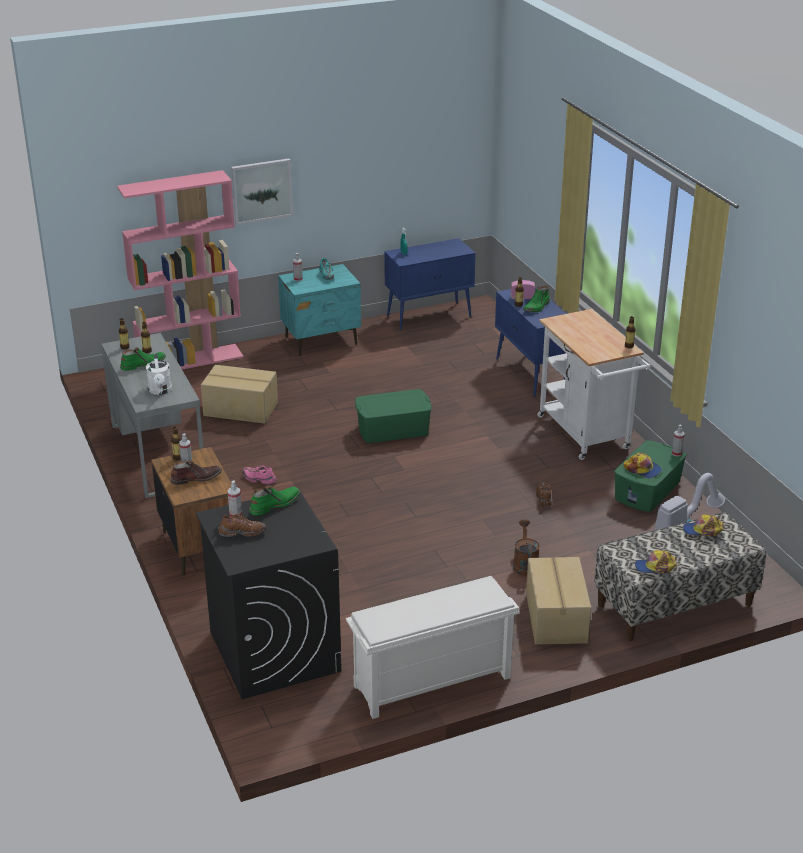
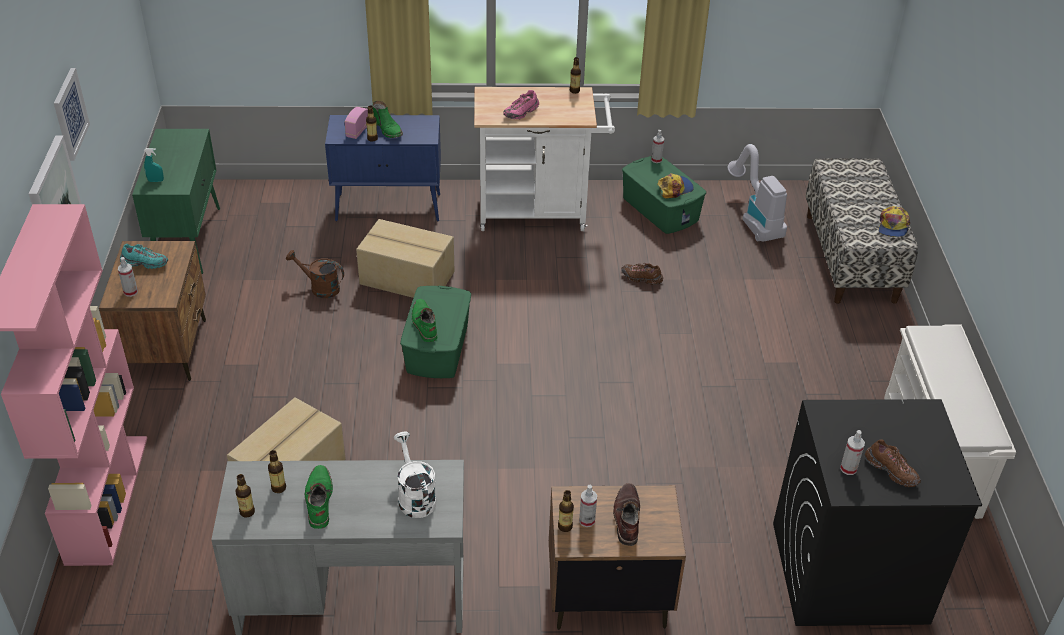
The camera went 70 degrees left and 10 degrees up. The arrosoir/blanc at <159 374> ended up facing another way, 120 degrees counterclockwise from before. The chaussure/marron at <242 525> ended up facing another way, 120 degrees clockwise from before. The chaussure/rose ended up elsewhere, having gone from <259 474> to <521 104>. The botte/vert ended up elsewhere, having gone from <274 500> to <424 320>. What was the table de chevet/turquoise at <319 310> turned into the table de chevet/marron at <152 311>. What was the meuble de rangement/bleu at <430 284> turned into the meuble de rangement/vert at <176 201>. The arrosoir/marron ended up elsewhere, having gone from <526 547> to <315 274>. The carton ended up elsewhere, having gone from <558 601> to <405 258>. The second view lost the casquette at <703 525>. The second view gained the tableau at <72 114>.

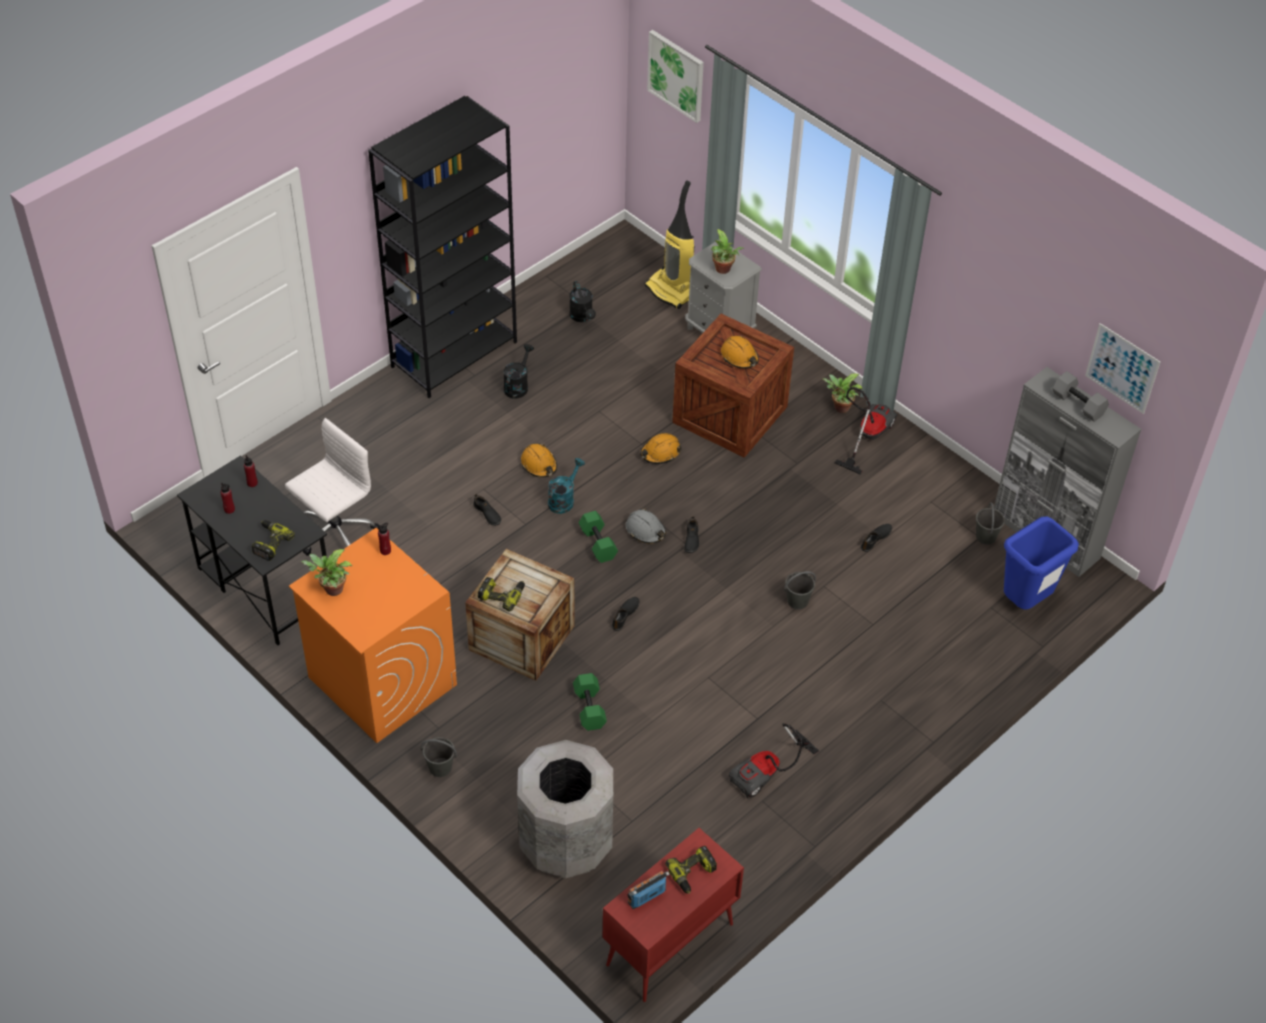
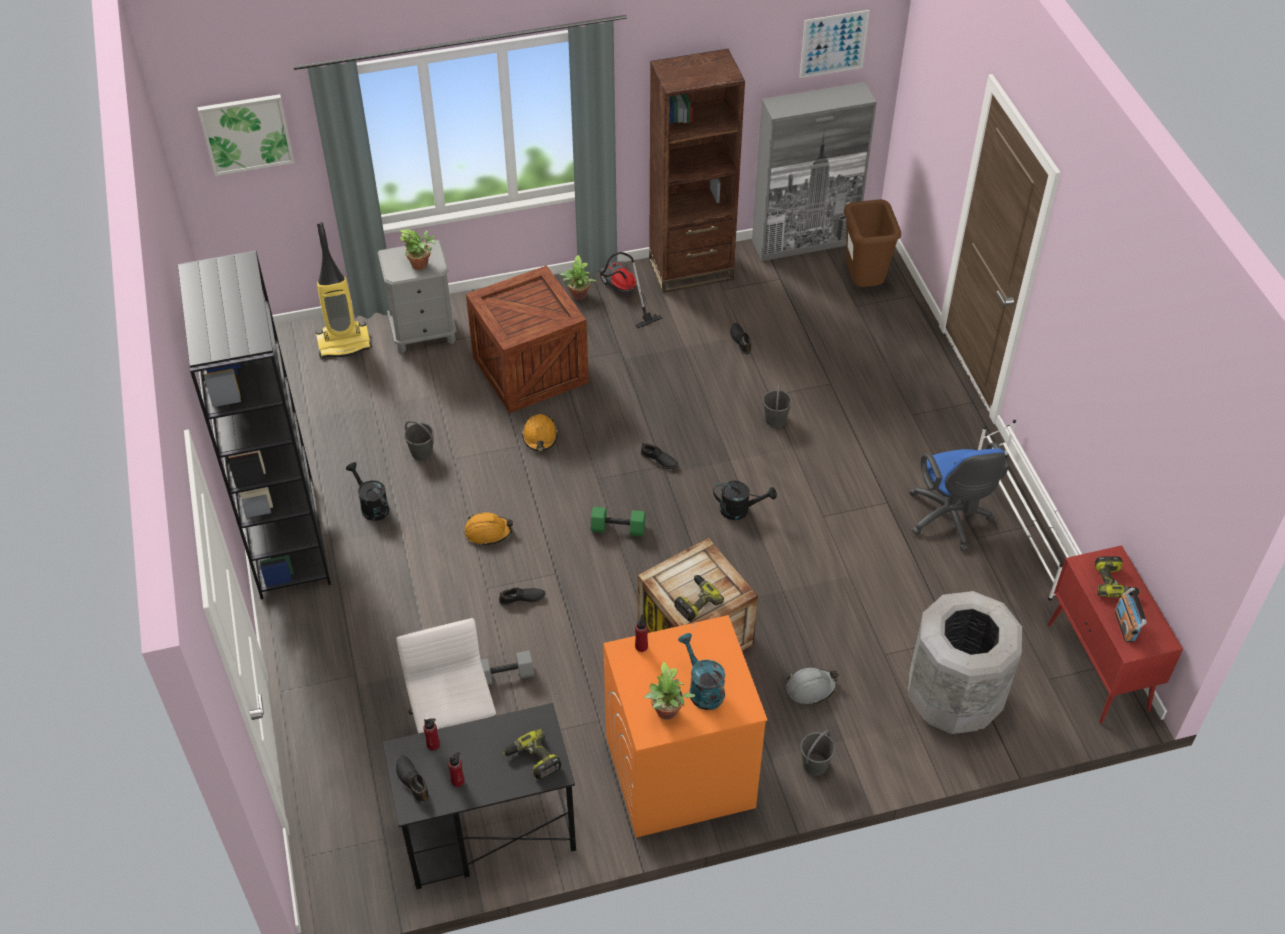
The camera went 60 degrees left and 0 degrees up. The arrosoir/turquoise ended up elsewhere, having gone from <566 486> to <701 671>. The arrosoir/noir ended up elsewhere, having gone from <582 301> to <745 500>. The second view lost the haltère/vert at <590 702>. The chaussure/noir ended up elsewhere, having gone from <625 614> to <412 779>. The casque de chantier/gris ended up elsewhere, having gone from <646 526> to <812 686>. The second view lost the casque de chantier/orange at <740 352>. Where the aspirateur stood at <774 760>, the chaise de bureau/bleu came to stand at <959 496>. The seau/gris ended up elsewhere, having gone from <990 523> to <419 440>. What was the poubelle/bleu at <1041 563> turned into the poubelle/marron at <872 243>. The haltère/gris ended up elsewhere, having gone from <1080 396> to <507 668>. The second view gained the bibliothèque/marron at <697 171>. The second view gained the étagère à chaussures/blanc at <1030 510>.

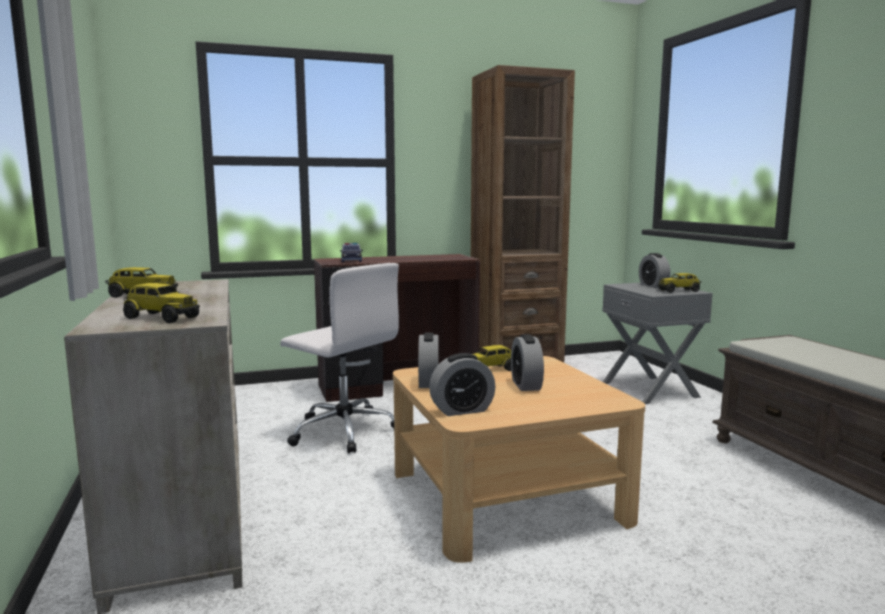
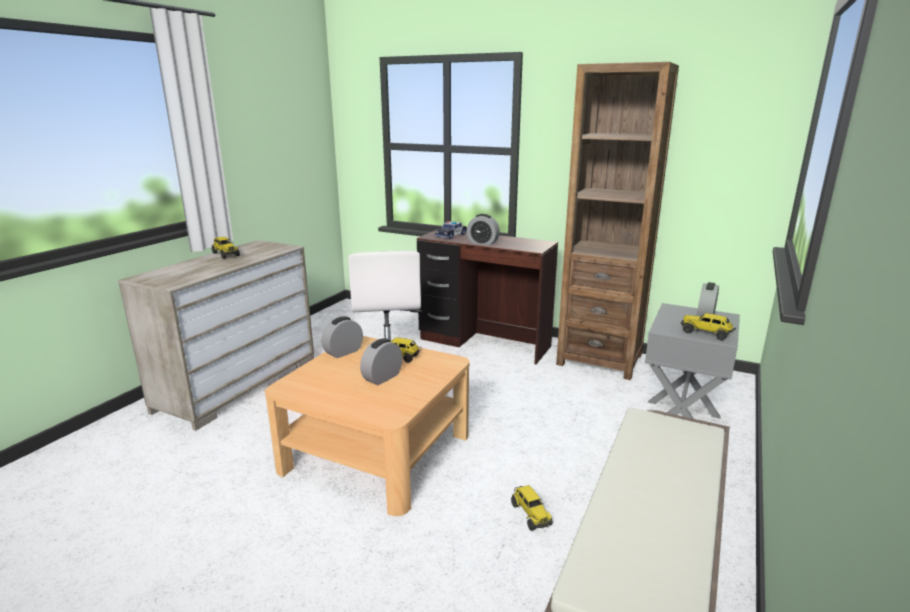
The camera went 45 degrees right and 10 degrees up. The camion jouet ended up elsewhere, having gone from <161 303> to <531 508>. The réveil ended up elsewhere, having gone from <462 384> to <483 229>.

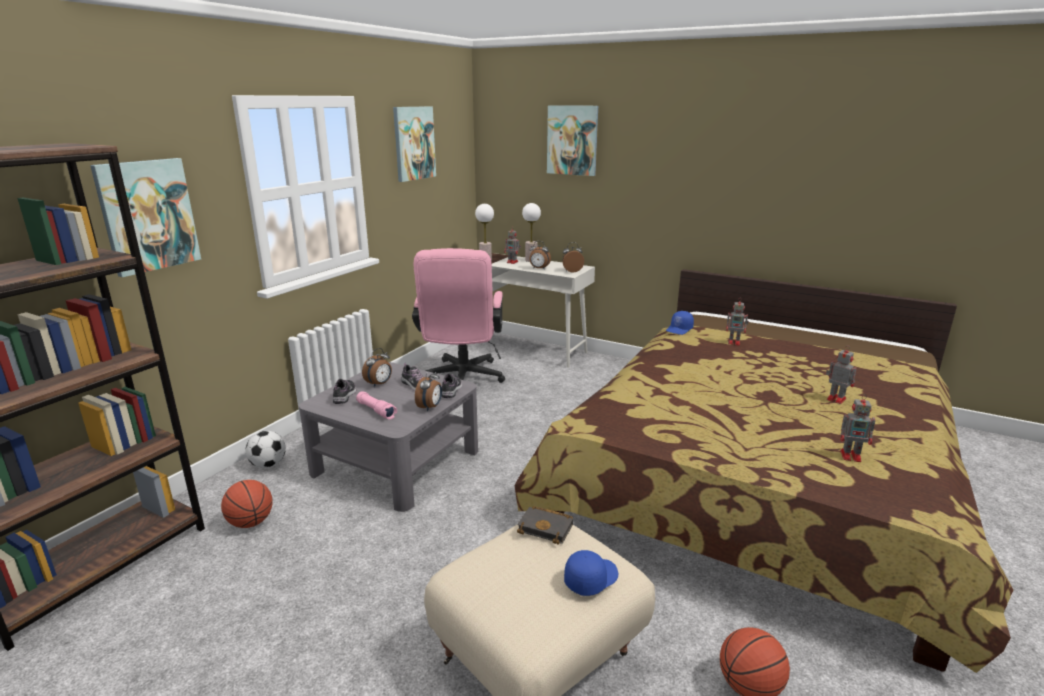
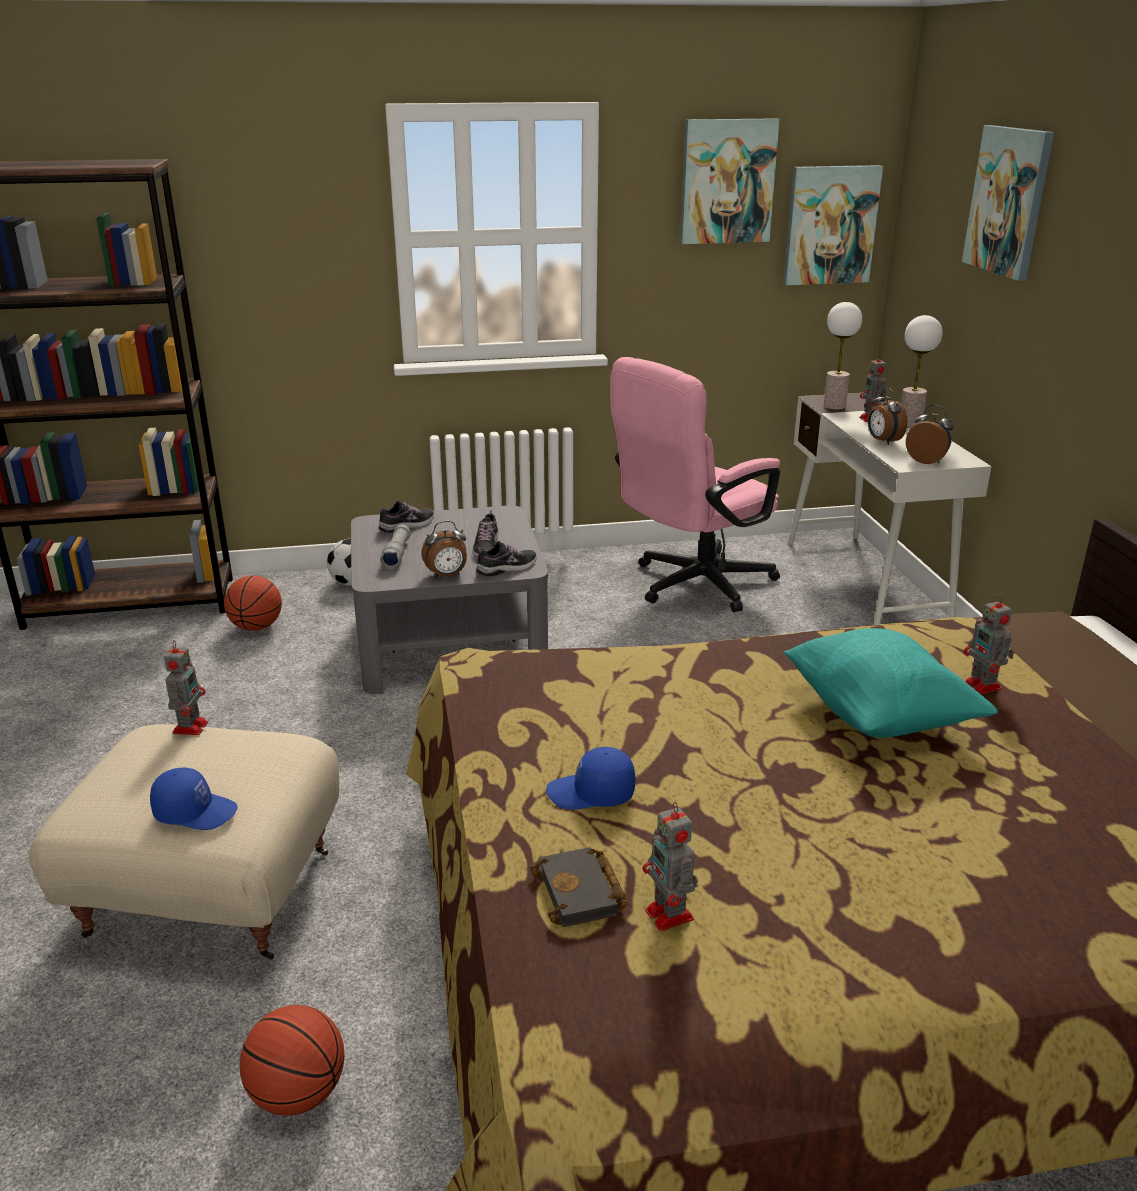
The camera went 50 degrees right and 5 degrees up. The tableau ended up elsewhere, having gone from <145 217> to <833 225>. What was the lampe de poche/rose at <376 405> turned into the lampe de poche/gris at <395 546>. The second view lost the réveil at <377 367>. The livre/noir ended up elsewhere, having gone from <545 525> to <579 887>. The casquette/bleu ended up elsewhere, having gone from <680 323> to <590 778>. The robot jouet ended up elsewhere, having gone from <841 374> to <186 687>. The second view gained the coussin/turquoise at <891 683>.

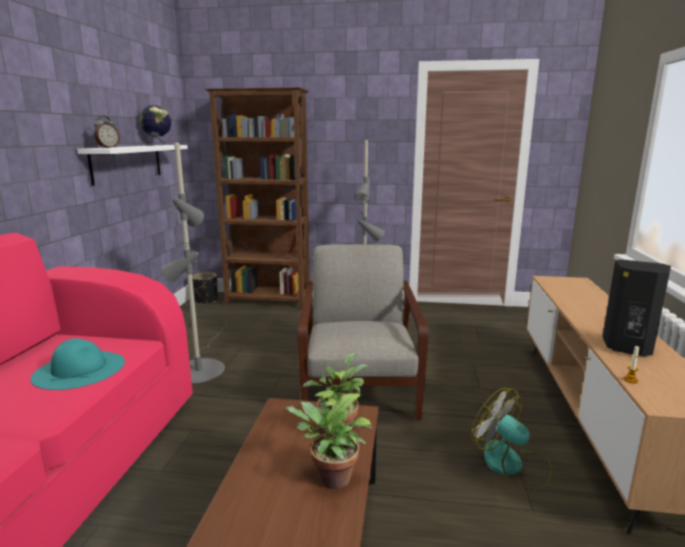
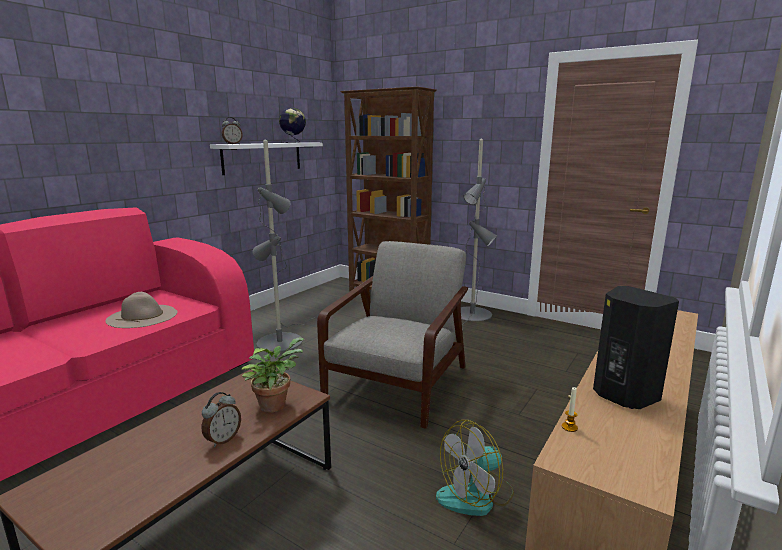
The camera went 25 degrees right and 0 degrees up. What was the chapeau/turquoise at <77 364> turned into the chapeau/beige at <141 310>. The second view lost the cache-pot/noir at <205 288>. Where the plante en pot stood at <328 441>, the réveil came to stand at <221 419>. The ventilateur at <512 438> ended up facing another way, 105 degrees counterclockwise from before.

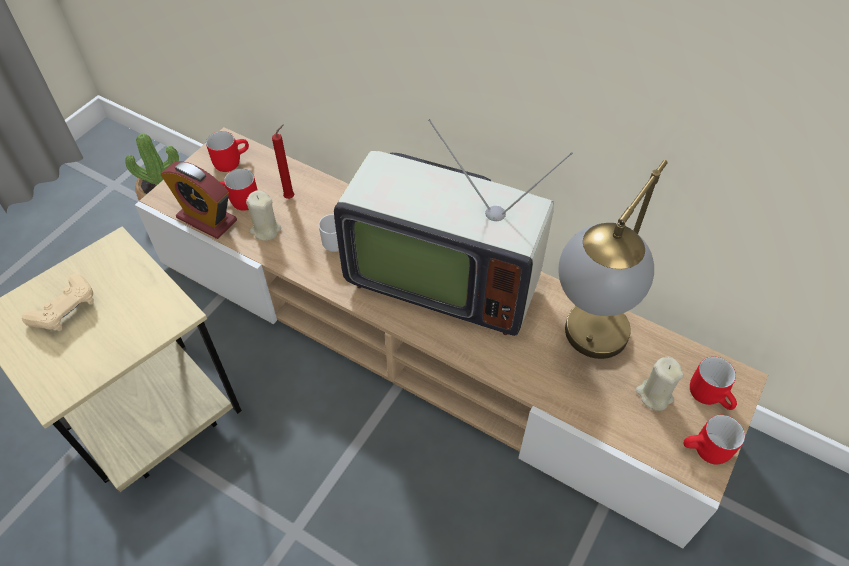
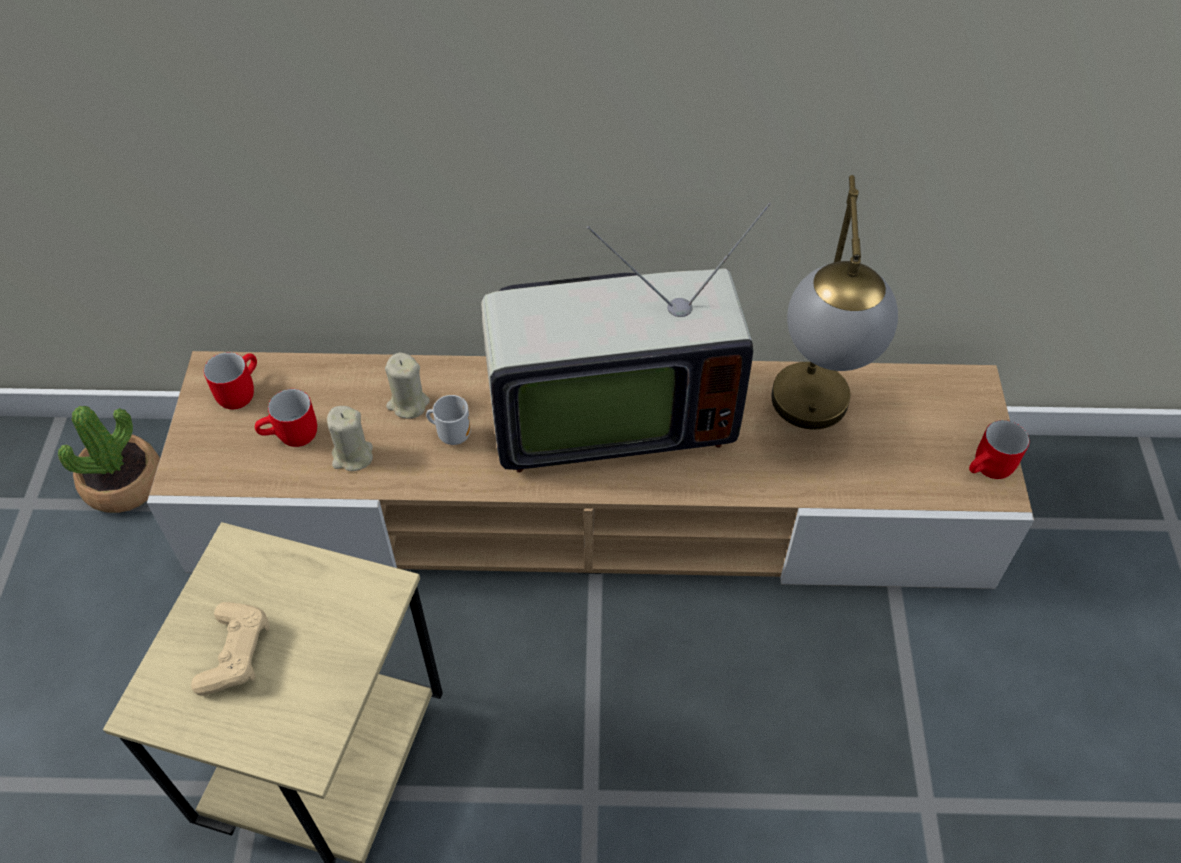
The camera went 30 degrees left and 0 degrees up. The second view lost the réveil at <198 200>. The second view lost the bougie/rouge at <283 162>. The bougie/beige ended up elsewhere, having gone from <660 384> to <407 385>. The second view lost the mug/rouge at <713 383>.

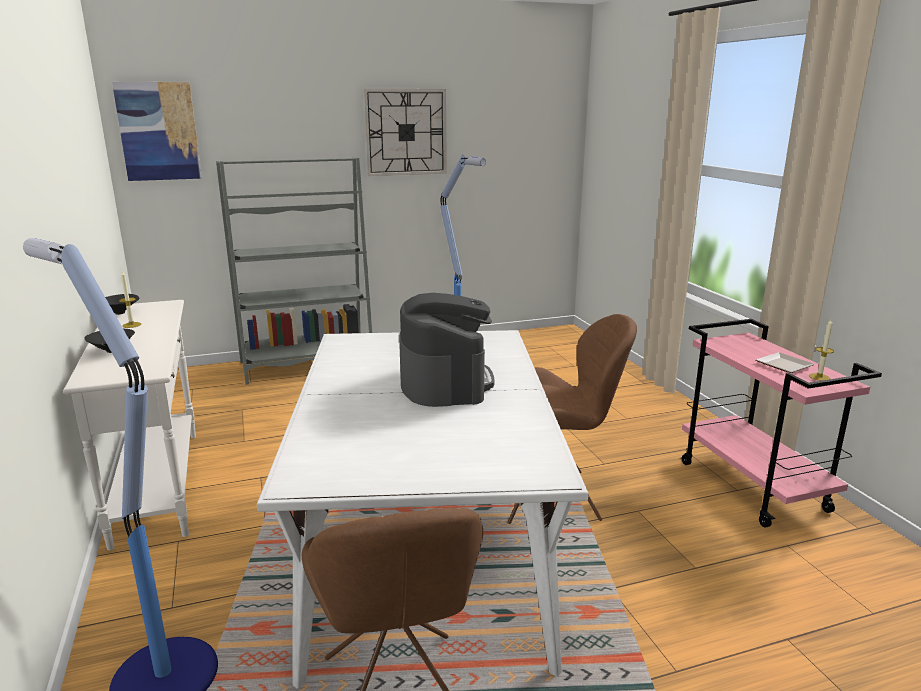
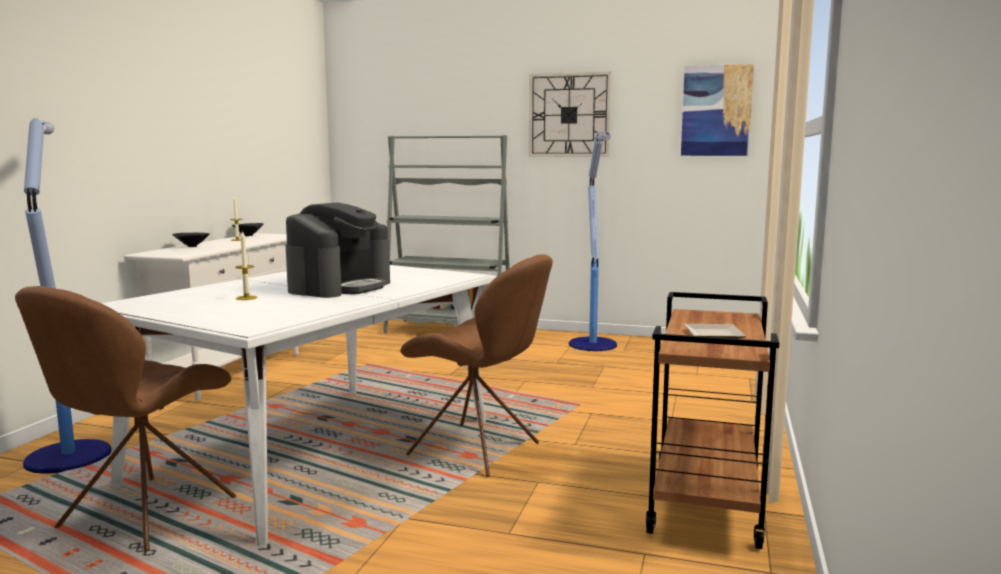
The camera went 35 degrees right and 10 degrees down. The tableau ended up elsewhere, having gone from <157 131> to <717 110>. What was the chariot/rose at <782 423> turned into the chariot/marron at <712 420>. The bougie ended up elsewhere, having gone from <821 350> to <246 265>.

